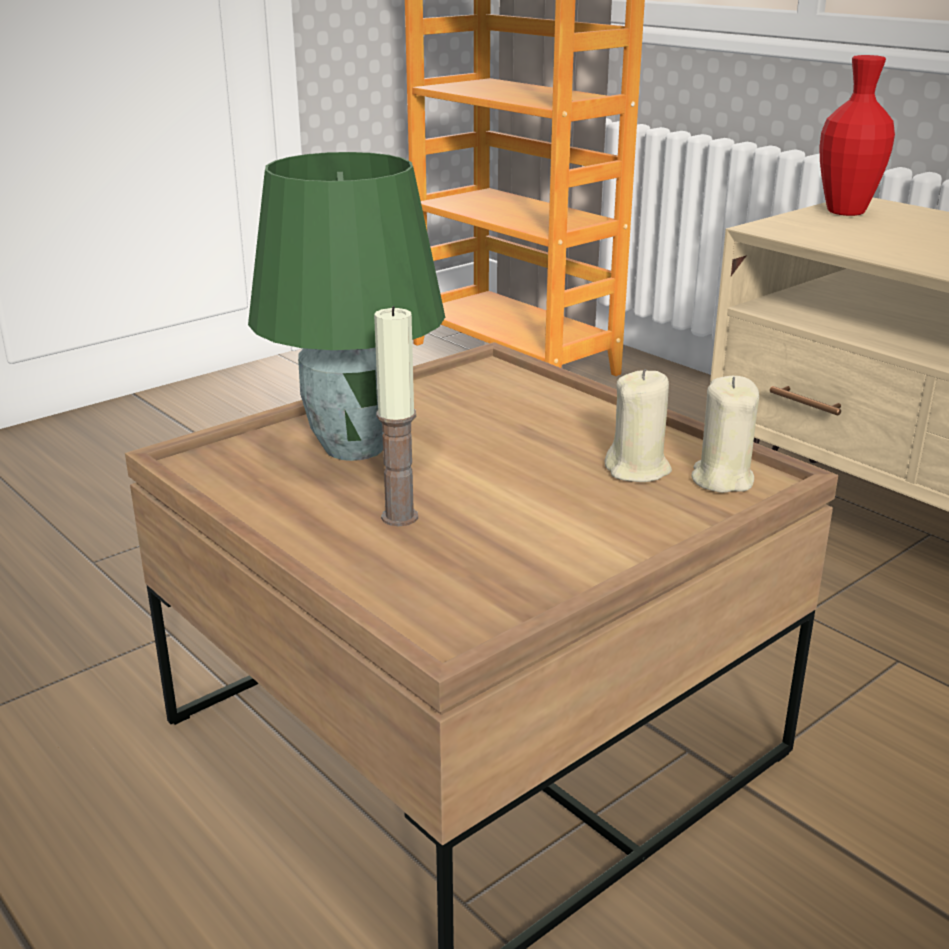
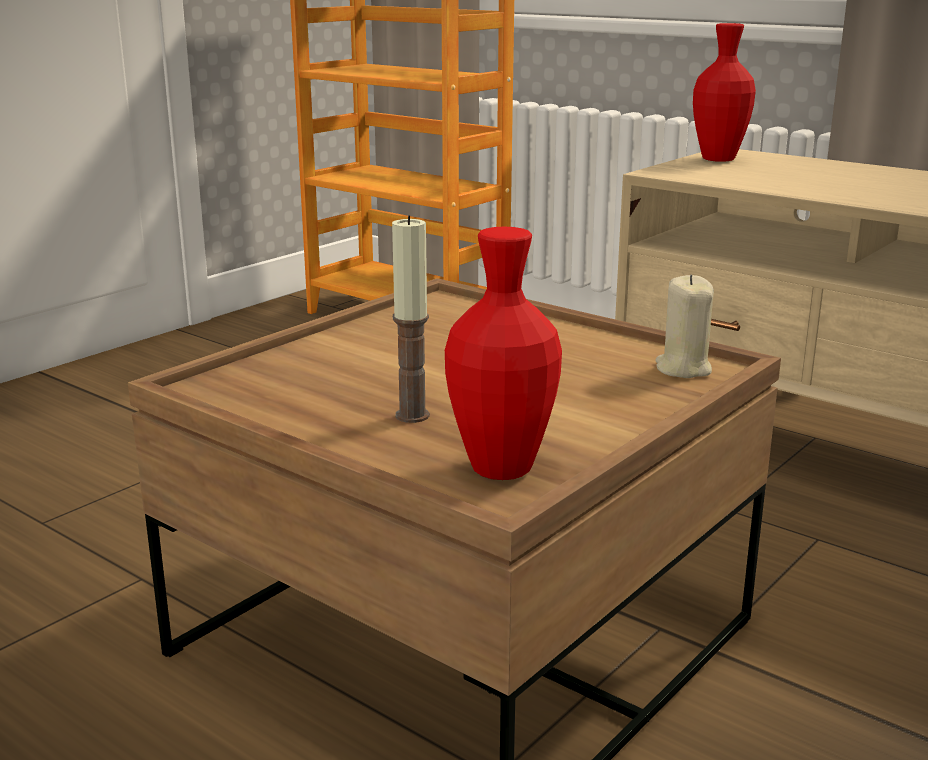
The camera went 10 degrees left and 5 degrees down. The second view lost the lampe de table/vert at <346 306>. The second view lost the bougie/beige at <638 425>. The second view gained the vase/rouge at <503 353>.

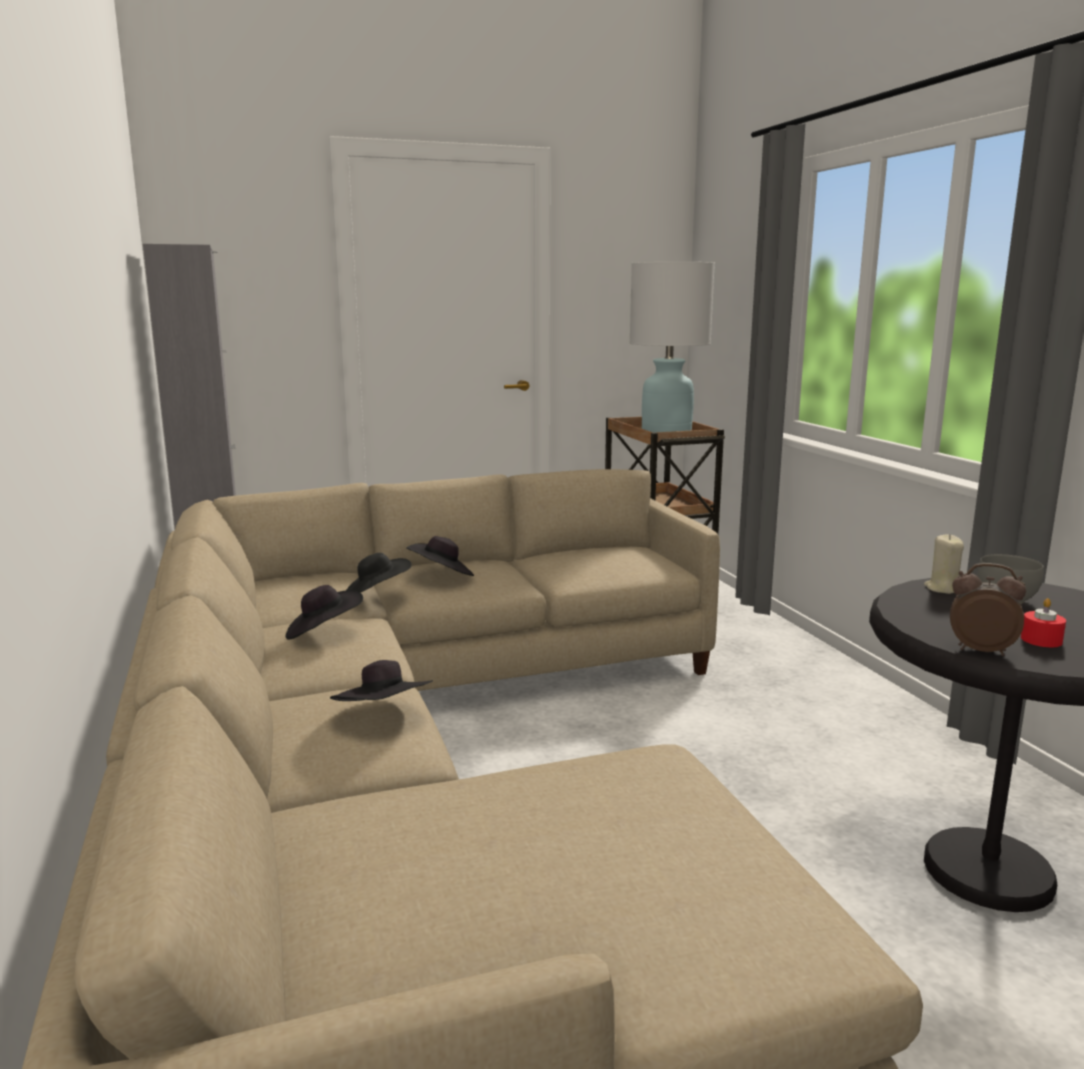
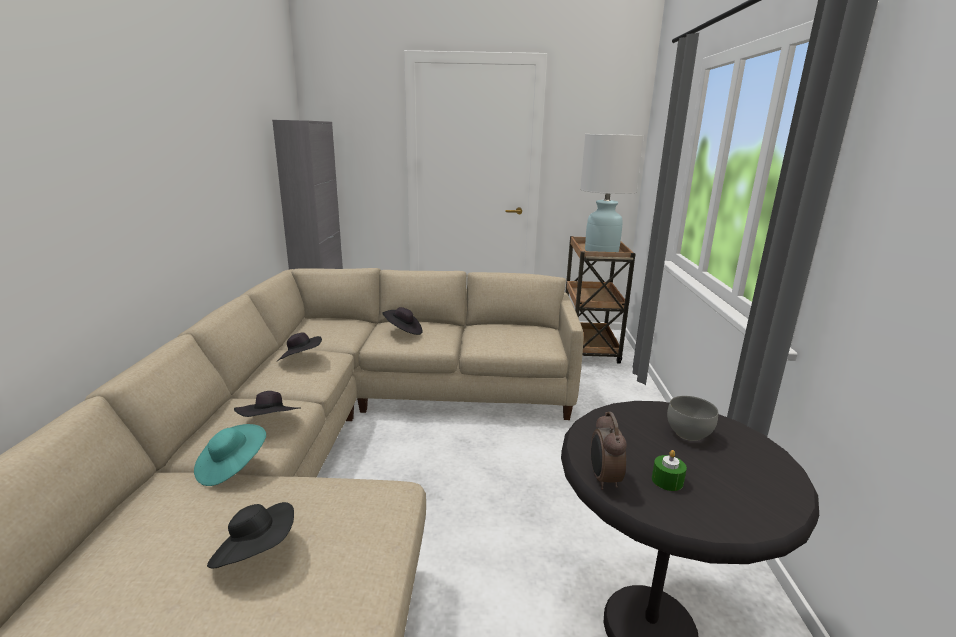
The camera went 20 degrees right and 5 degrees up. The chapeau/noir ended up elsewhere, having gone from <379 573> to <250 535>. The second view lost the bougie/beige at <944 564>. The réveil at <988 609> ended up facing another way, 135 degrees counterclockwise from before. What was the bougie/rouge at <1043 622> turned into the bougie/vert at <669 470>. The second view gained the chapeau/turquoise at <230 455>.

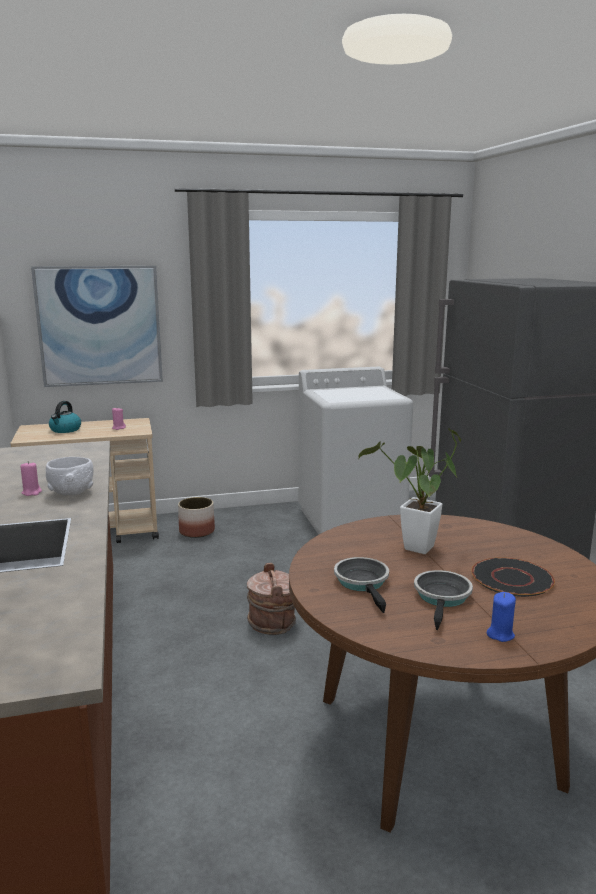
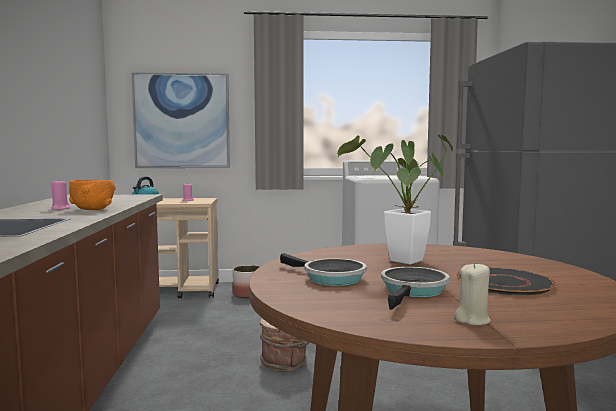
The camera went 10 degrees right and 10 degrees down. What was the bol/blanc at <69 476> turned into the bol/orange at <92 195>. The poêle at <361 585> ended up facing another way, 135 degrees clockwise from before. What was the bougie/bleu at <501 617> turned into the bougie/beige at <472 293>.

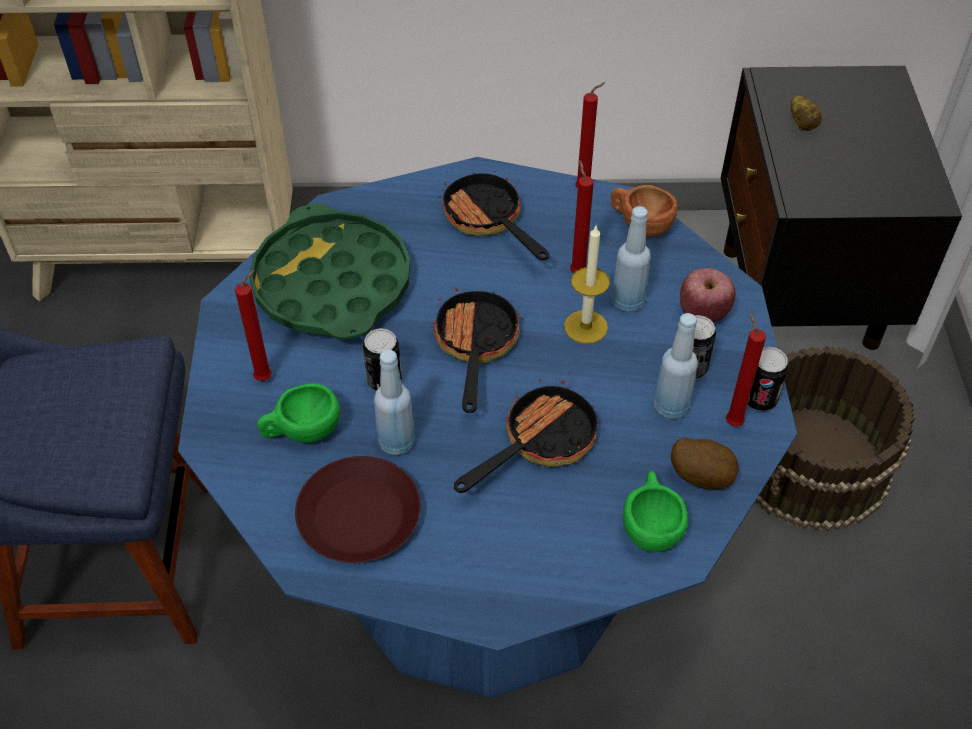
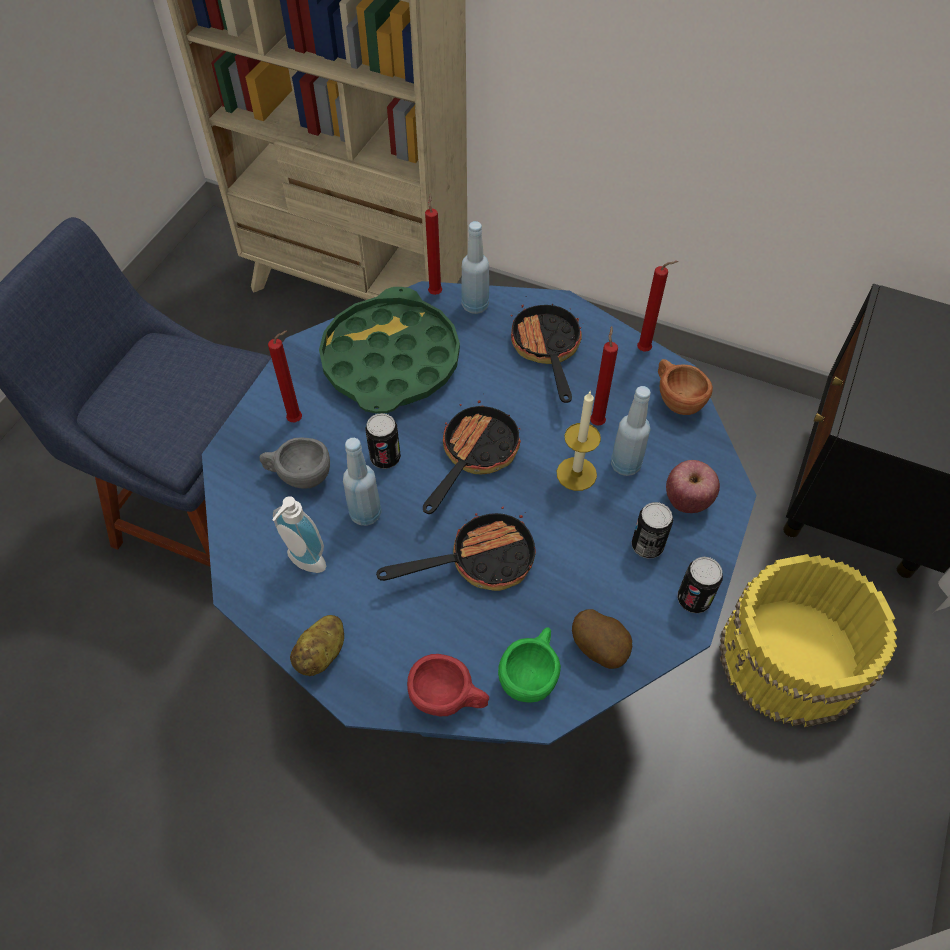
The camera went 25 degrees right and 5 degrees up. What was the tasse/vert at <298 413> turned into the tasse/gris at <295 463>. Where the assiette/marron stood at <358 509>, the distributeur de savon came to stand at <299 534>. The bouteille/bleu ended up elsewhere, having gone from <676 366> to <475 267>. The bougie/rouge ended up elsewhere, having gone from <746 369> to <433 244>. What was the seau/marron at <835 439> turned into the seau/jaune at <808 641>. The pomme de terre ended up elsewhere, having gone from <806 113> to <317 645>. The second view gained the tasse/rouge at <448 685>.

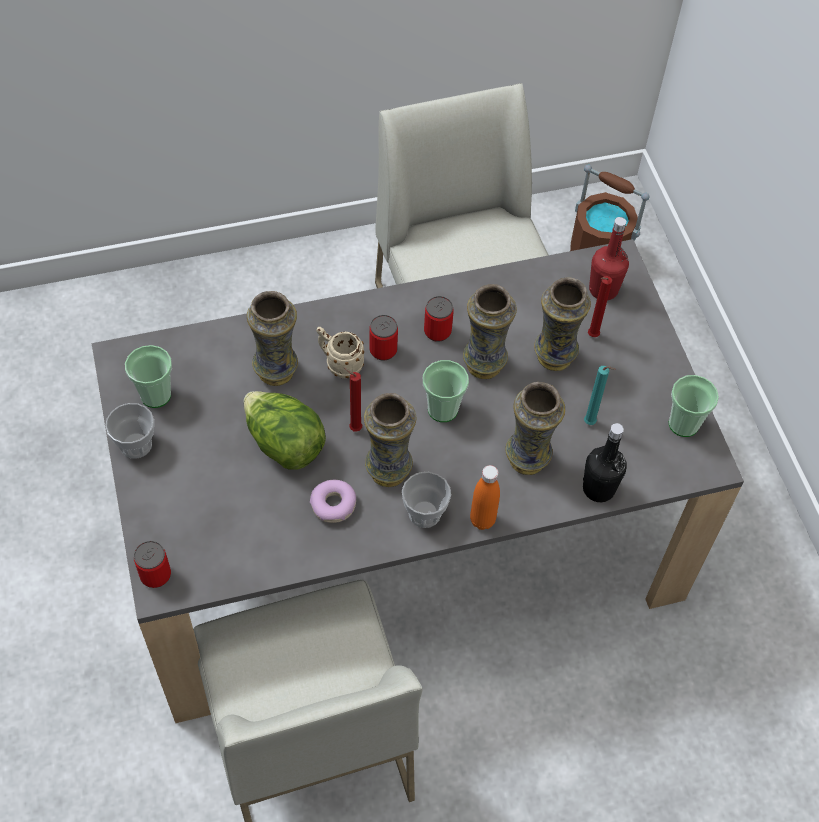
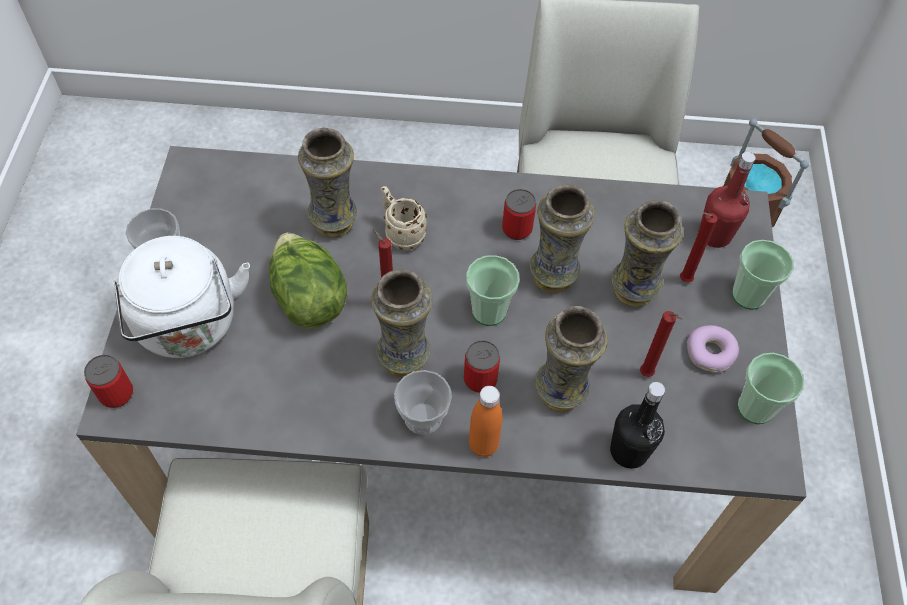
The camera went 20 degrees right and 0 degrees up. The tasse ended up elsewhere, having gone from <148 376> to <763 275>. The beignet ended up elsewhere, having gone from <333 501> to <713 348>. The boîte métallique ended up elsewhere, having gone from <383 338> to <482 366>. What was the bougie/turquoise at <600 395> turned into the bougie/rouge at <661 344>. The second view gained the bouilloire/blanc at <181 297>.

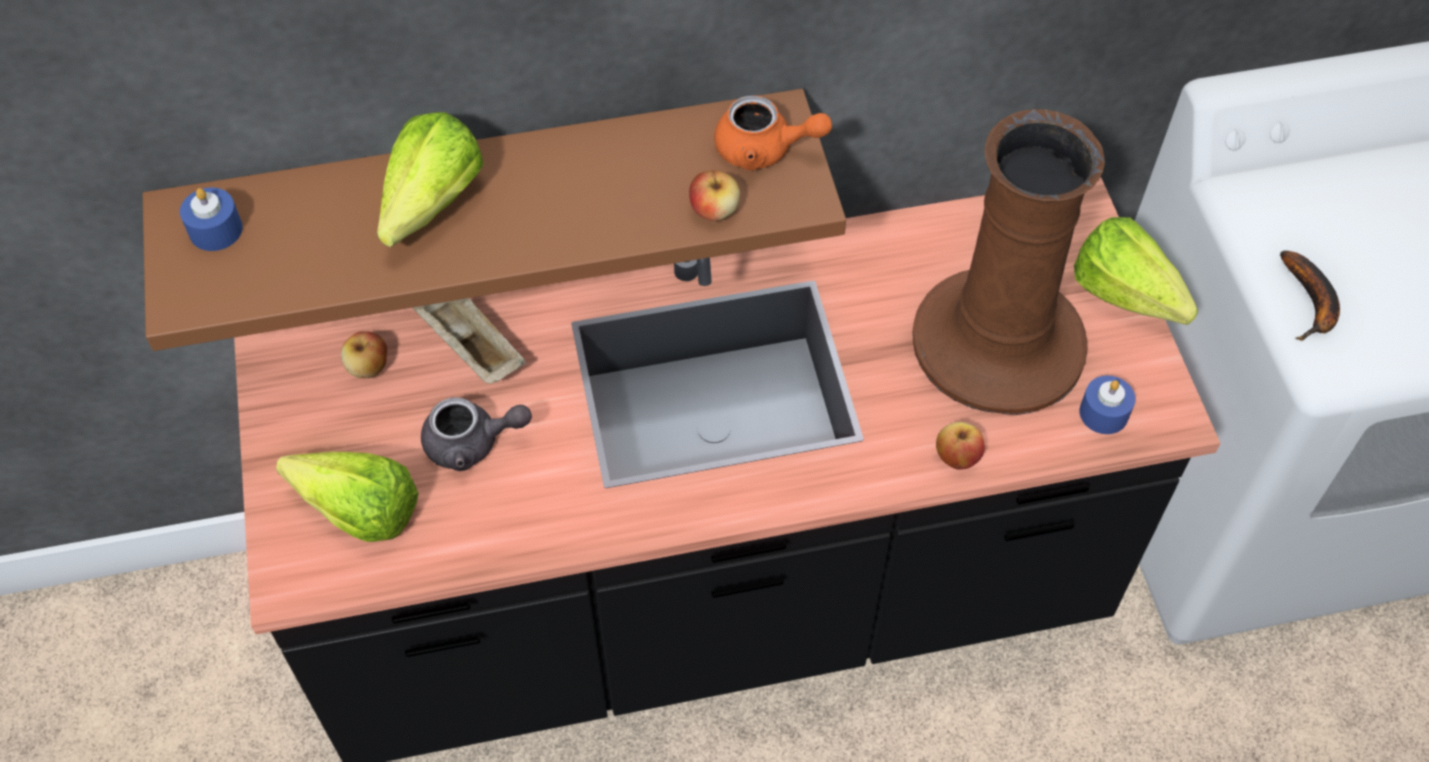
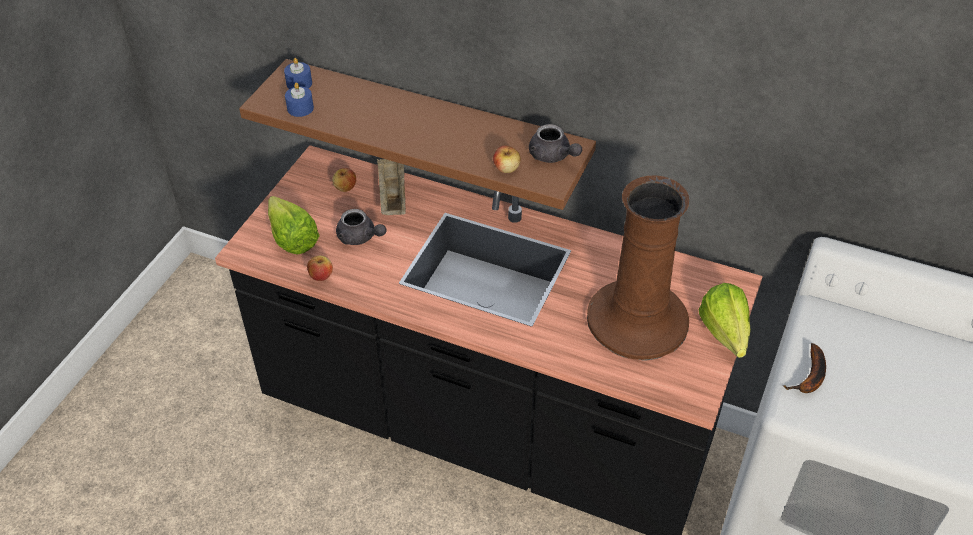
The camera went 35 degrees right and 10 degrees down. The second view lost the laitue at <430 179>. What was the théière/orange at <773 132> turned into the théière/gris at <555 143>. The pomme ended up elsewhere, having gone from <960 446> to <320 268>. The bougie/bleu ended up elsewhere, having gone from <1107 405> to <299 100>.

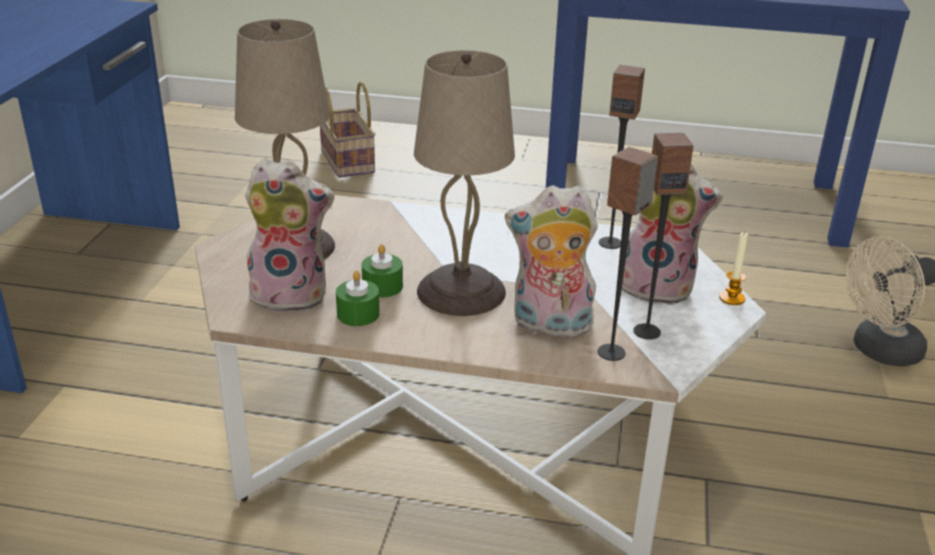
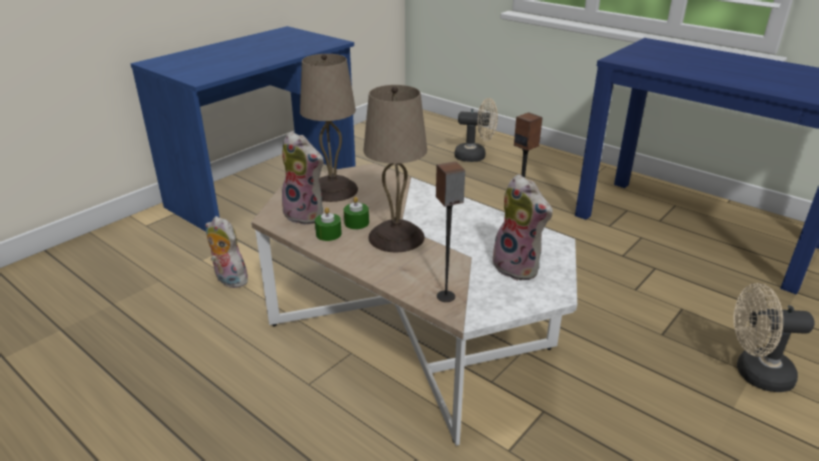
The camera went 30 degrees right and 0 degrees up. Where the panier stood at <347 129>, the ventilateur/beige came to stand at <476 130>. The peluche ended up elsewhere, having gone from <551 263> to <226 252>. The second view lost the enceinte at <663 236>. The second view lost the bougie at <733 268>.

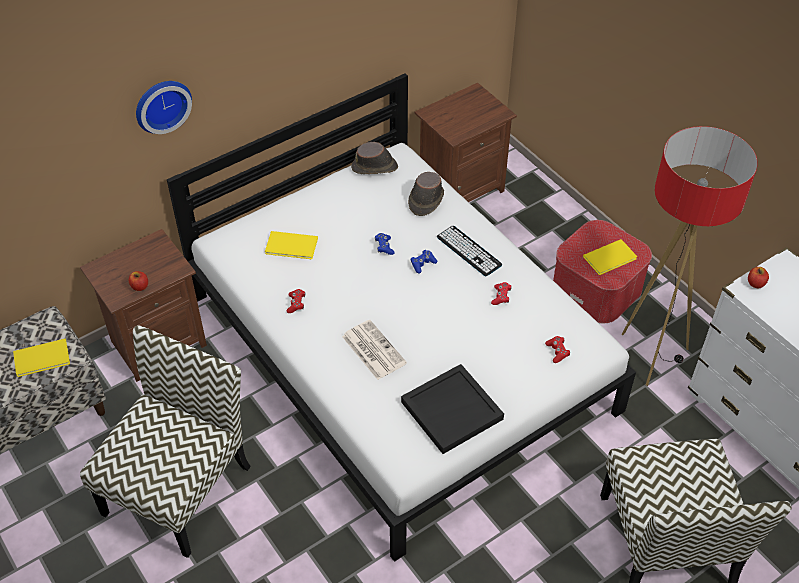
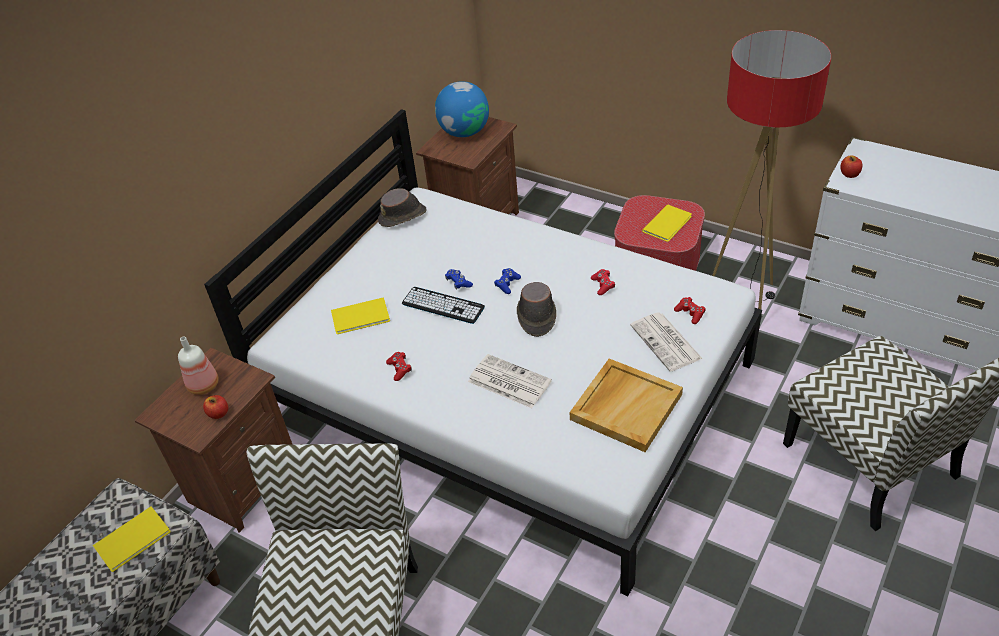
The camera went 20 degrees left and 5 degrees down. The second view lost the horloge murale at <164 107>. What was the plateau/noir at <452 409> turned into the plateau/beige at <626 405>. The chapeau/marron ended up elsewhere, having gone from <426 194> to <536 309>. The clavier ended up elsewhere, having gone from <469 251> to <443 305>. The second view gained the bouteille at <198 365>. The second view gained the globe at <462 109>. The second view gained the journal at <666 342>.

